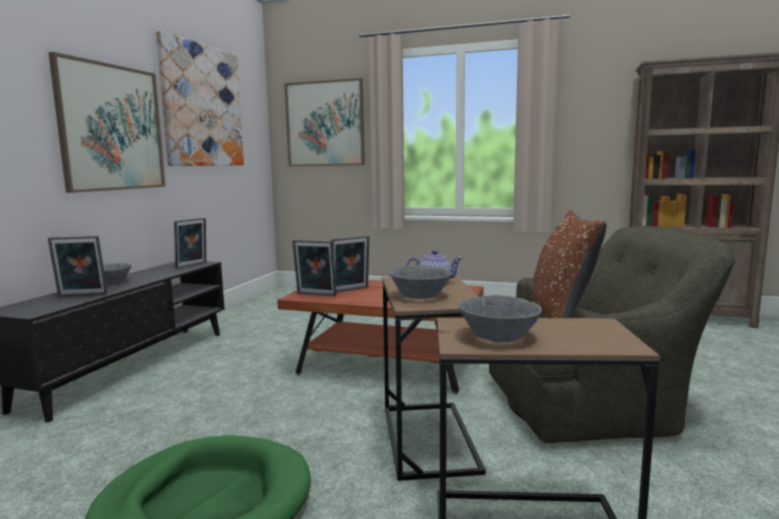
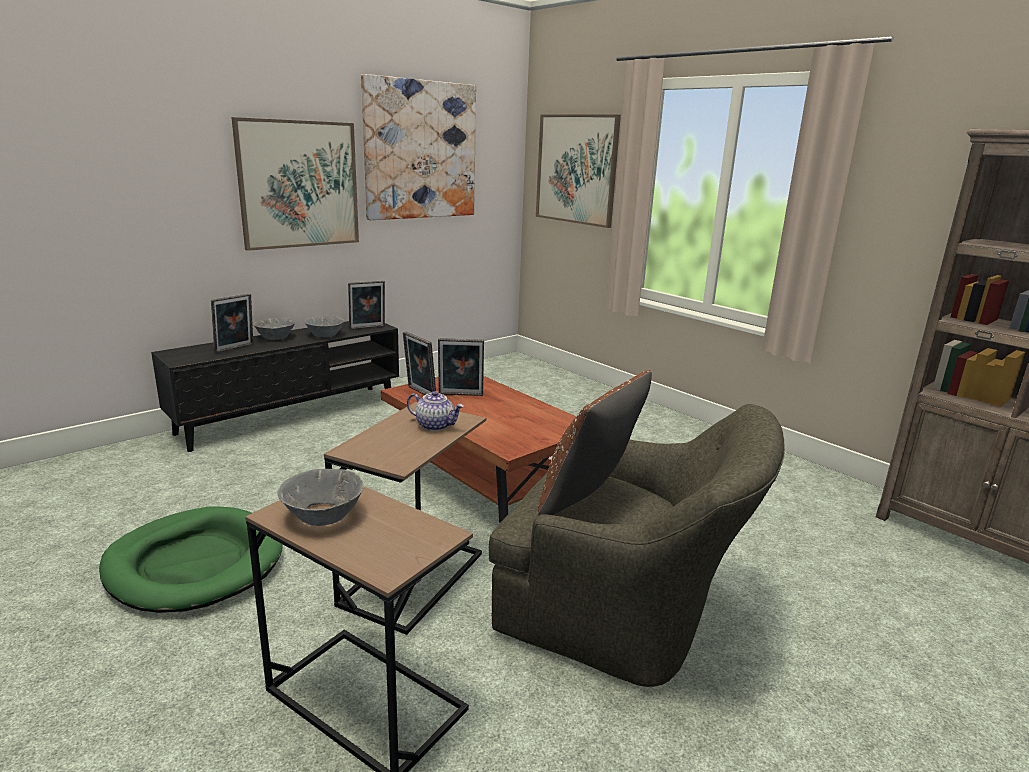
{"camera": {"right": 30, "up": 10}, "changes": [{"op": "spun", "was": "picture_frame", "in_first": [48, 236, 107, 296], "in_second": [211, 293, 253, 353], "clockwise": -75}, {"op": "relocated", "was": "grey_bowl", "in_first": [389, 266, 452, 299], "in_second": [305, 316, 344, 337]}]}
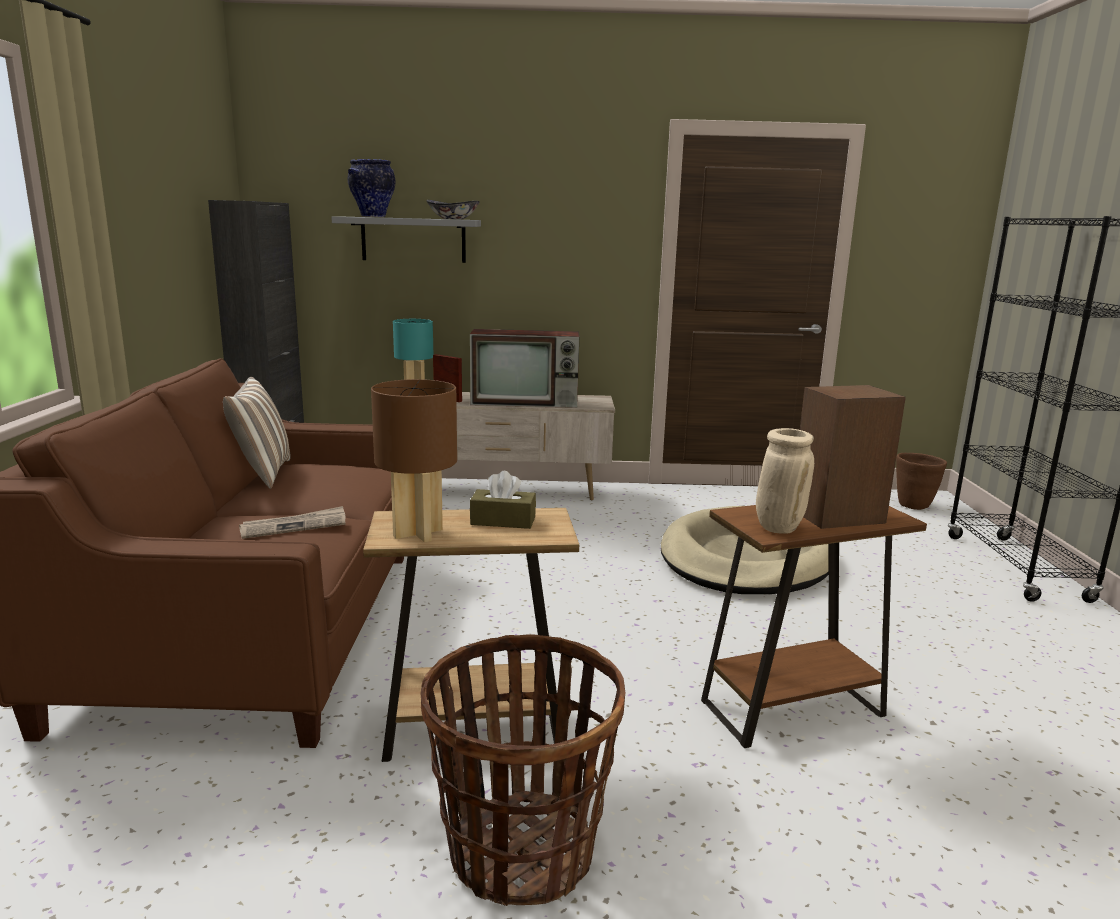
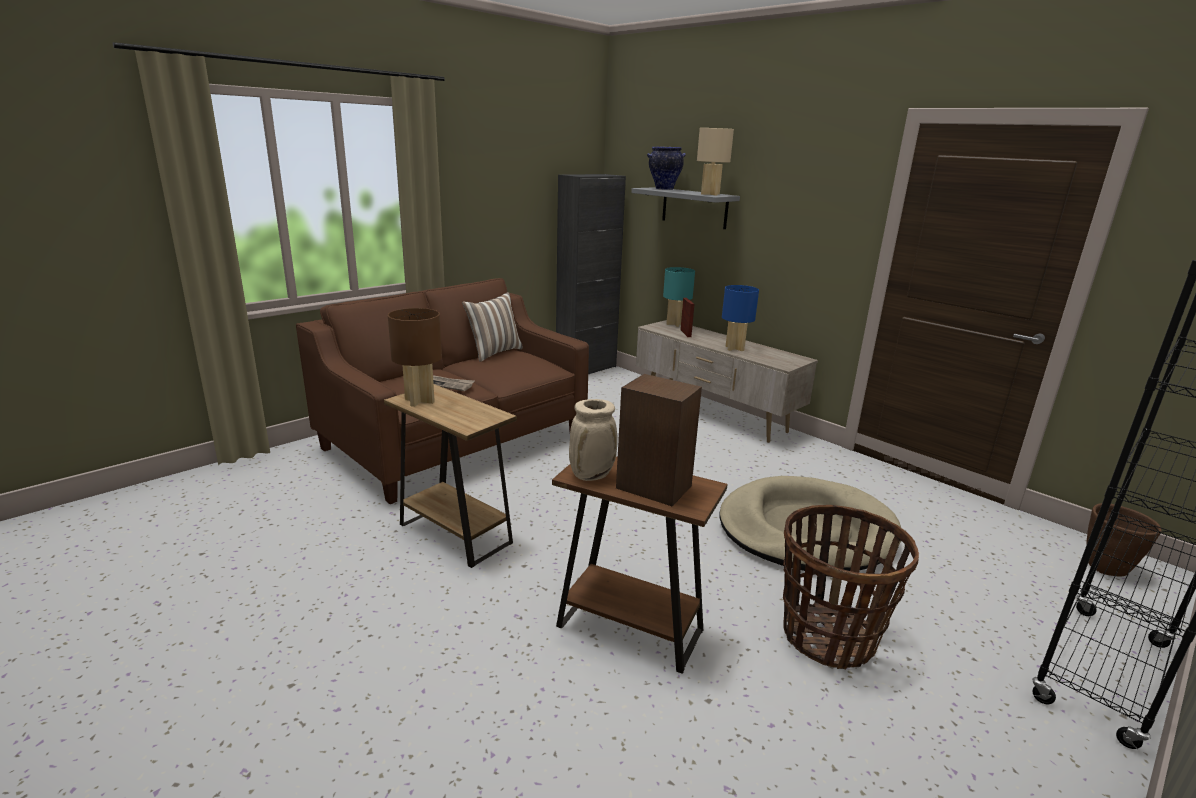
{"camera": {"right": 45, "up": 5}, "changes": [{"op": "exchanged", "was": "bowl", "now": "beige_table_lamp", "in_first": [426, 200, 480, 219], "in_second": [697, 128, 734, 196]}, {"op": "exchanged", "was": "television", "now": "blue_table_lamp", "in_first": [470, 329, 579, 408], "in_second": [722, 285, 759, 351]}, {"op": "missing", "was": "brown_tissue_box", "in_first": [470, 471, 536, 529]}, {"op": "relocated", "was": "basket", "in_first": [420, 634, 625, 906], "in_second": [783, 505, 919, 669]}]}
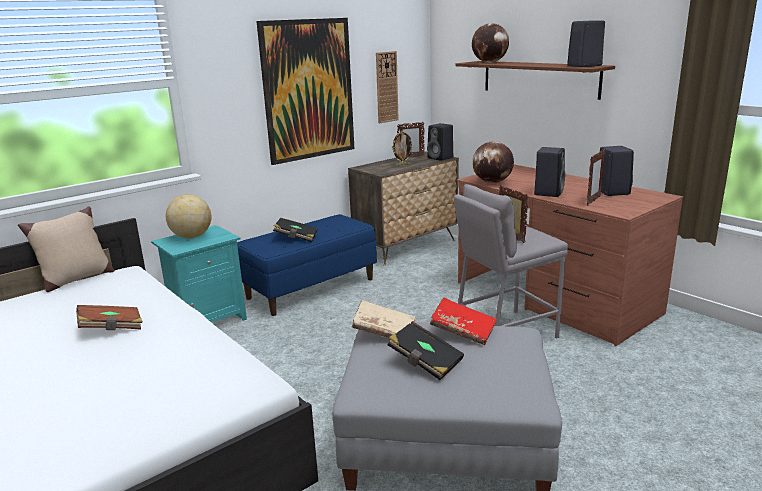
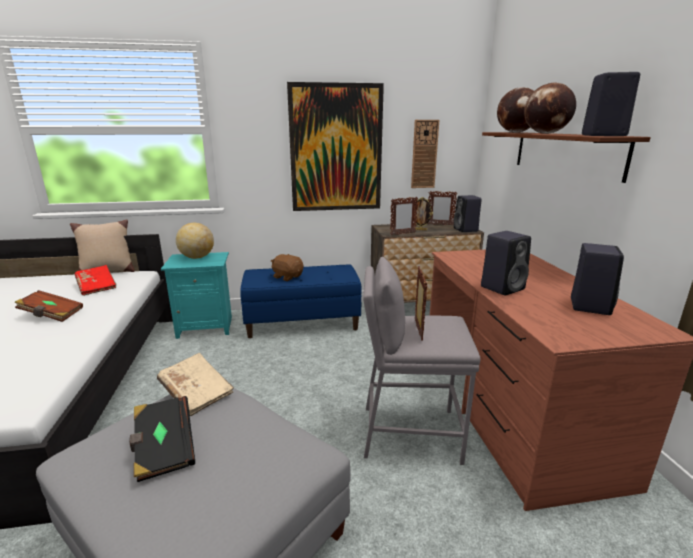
{"camera": {"right": 30, "up": 0}, "changes": [{"op": "relocated", "was": "globe", "in_first": [472, 141, 514, 183], "in_second": [524, 83, 576, 134]}, {"op": "relocated", "was": "picture_frame", "in_first": [587, 149, 605, 205], "in_second": [390, 197, 418, 235]}, {"op": "exchanged", "was": "black_book", "now": "brown_plush_toy", "in_first": [273, 218, 318, 242], "in_second": [271, 254, 303, 281]}, {"op": "relocated", "was": "red_book", "in_first": [430, 298, 497, 345], "in_second": [75, 265, 117, 296]}]}
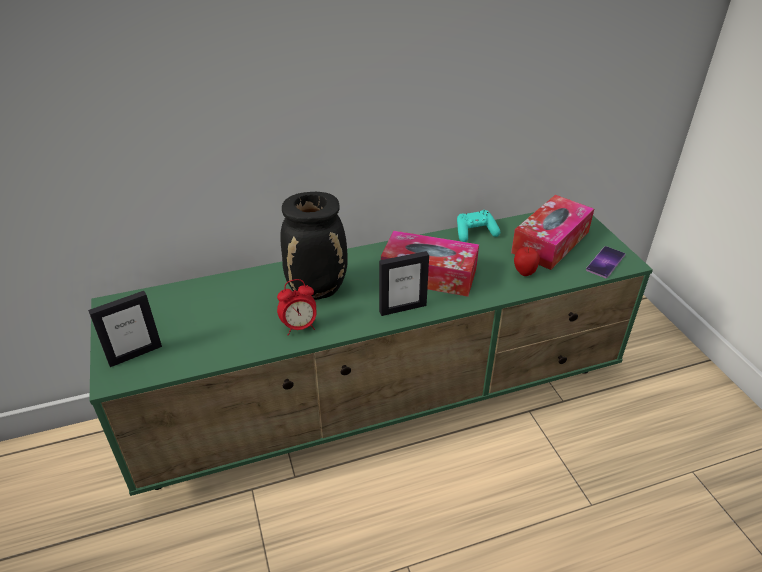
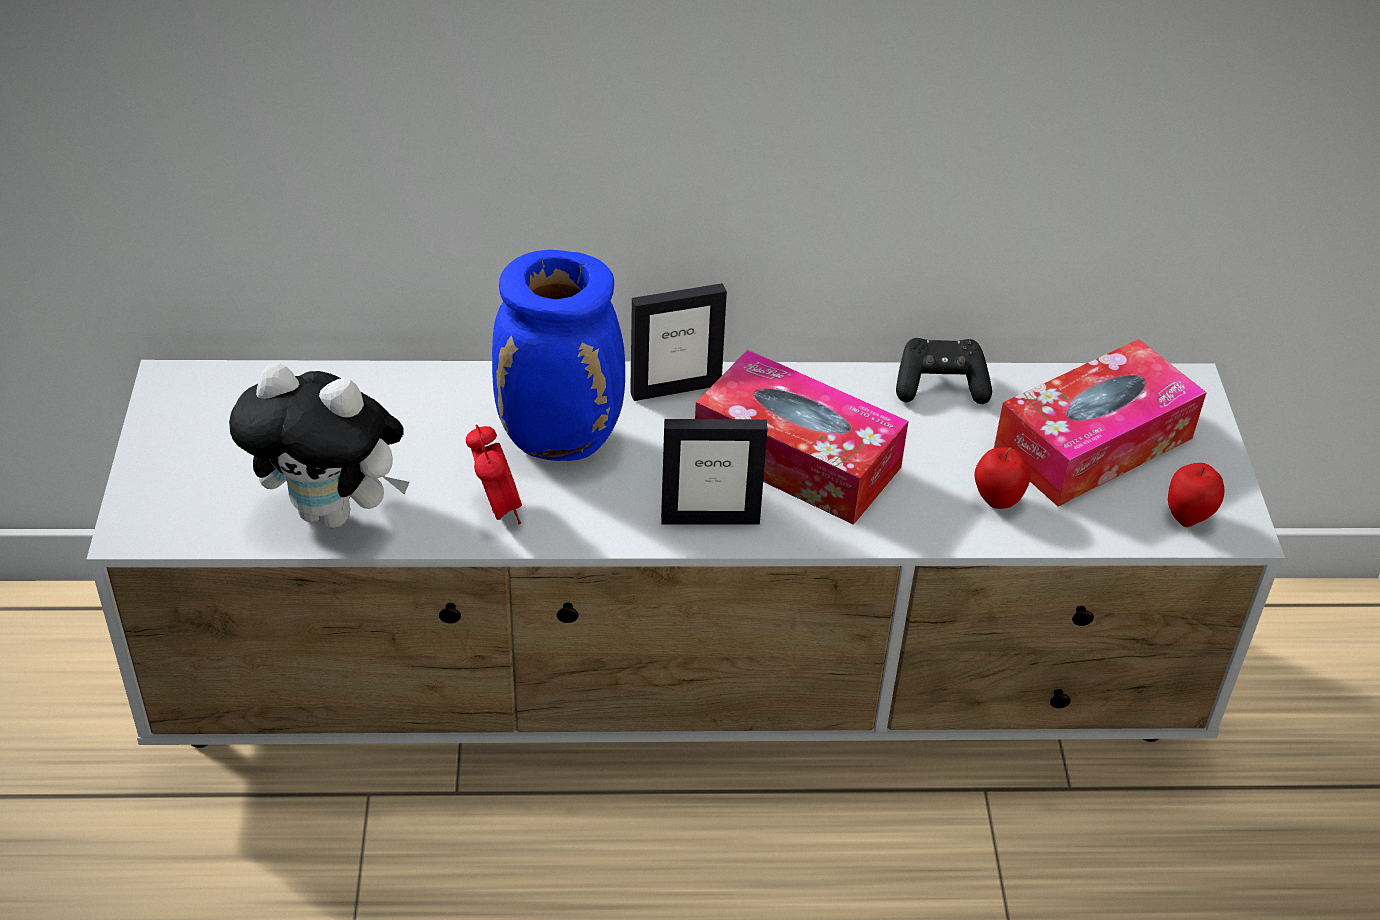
{"camera": {"right": 15, "up": 5}, "changes": [{"op": "colour", "was": "black_vase", "now": "blue_vase", "in_first": [280, 192, 348, 300], "in_second": [492, 250, 625, 461]}, {"op": "colour", "was": "turquoise_game_controller", "now": "black_game_controller", "in_first": [457, 210, 500, 242], "in_second": [896, 338, 992, 404]}, {"op": "colour", "was": "green_tv_stand", "now": "white_tv_stand", "in_first": [89, 212, 653, 496], "in_second": [86, 360, 1285, 748]}, {"op": "exchanged", "was": "phone", "now": "apple", "in_first": [586, 246, 625, 278], "in_second": [1168, 463, 1224, 527]}, {"op": "spun", "was": "alarm_clock", "in_first": [277, 279, 317, 336], "in_second": [466, 424, 522, 524], "clockwise": -105}, {"op": "relocated", "was": "picture_frame", "in_first": [88, 291, 162, 367], "in_second": [630, 283, 727, 401]}, {"op": "appeared", "now": "plush_toy", "in_second": [229, 363, 410, 528]}]}
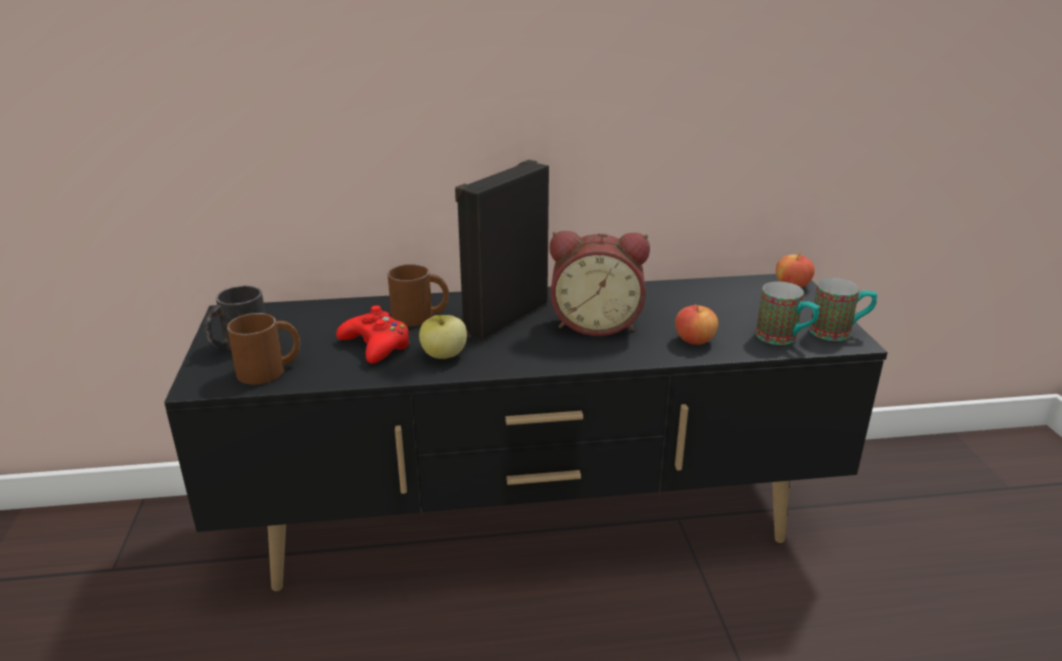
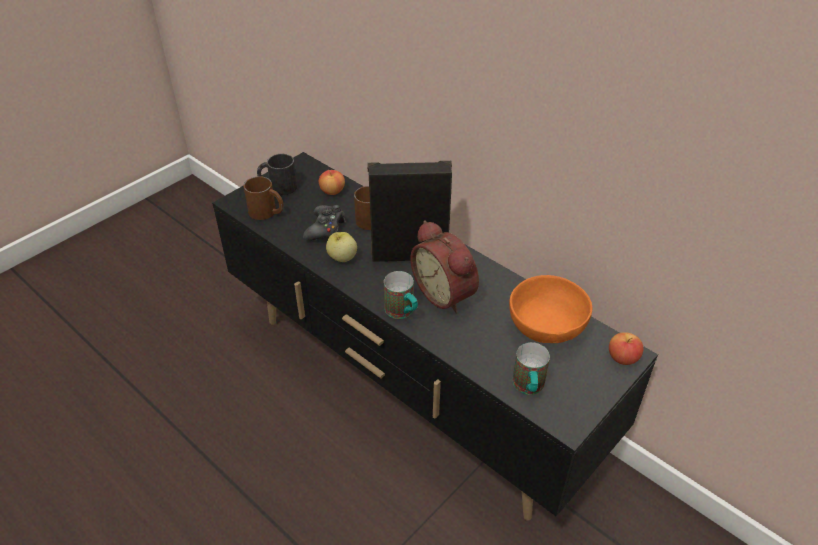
{"camera": {"right": 50, "up": 15}, "changes": [{"op": "relocated", "was": "mug", "in_first": [809, 278, 877, 341], "in_second": [384, 271, 418, 319]}, {"op": "relocated", "was": "apple", "in_first": [675, 304, 718, 345], "in_second": [319, 170, 345, 195]}, {"op": "colour", "was": "red_game_controller", "now": "black_game_controller", "in_first": [336, 305, 410, 364], "in_second": [303, 205, 346, 241]}, {"op": "appeared", "now": "orange_bowl", "in_second": [509, 275, 592, 343]}]}
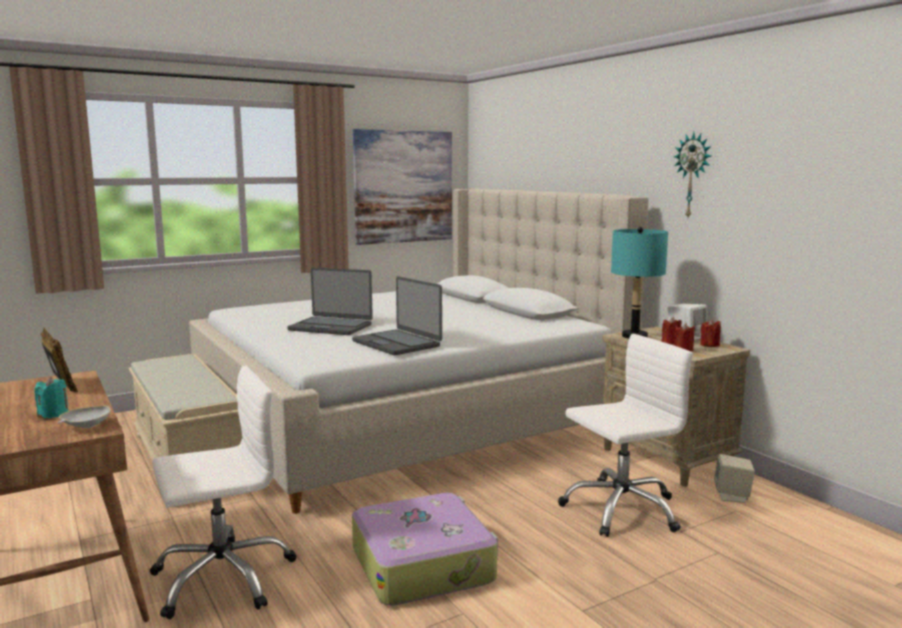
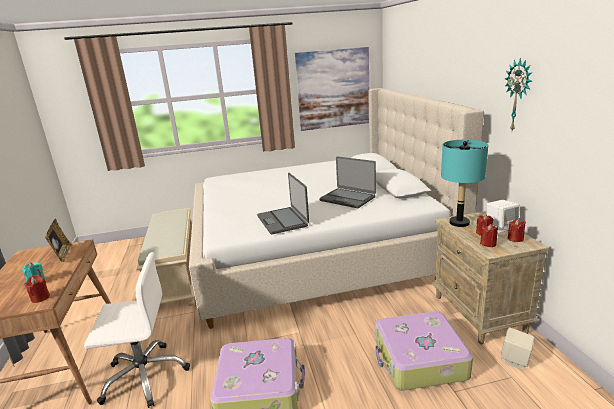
{"camera": {"right": 20, "up": 10}, "changes": [{"op": "relocated", "was": "laptop", "in_first": [287, 267, 373, 335], "in_second": [319, 156, 376, 208]}, {"op": "exchanged", "was": "white_office_chair", "now": "suitcase", "in_first": [558, 334, 693, 537], "in_second": [375, 311, 473, 390]}, {"op": "exchanged", "was": "white_bowl", "now": "red_candle", "in_first": [57, 406, 111, 428], "in_second": [24, 275, 50, 303]}]}
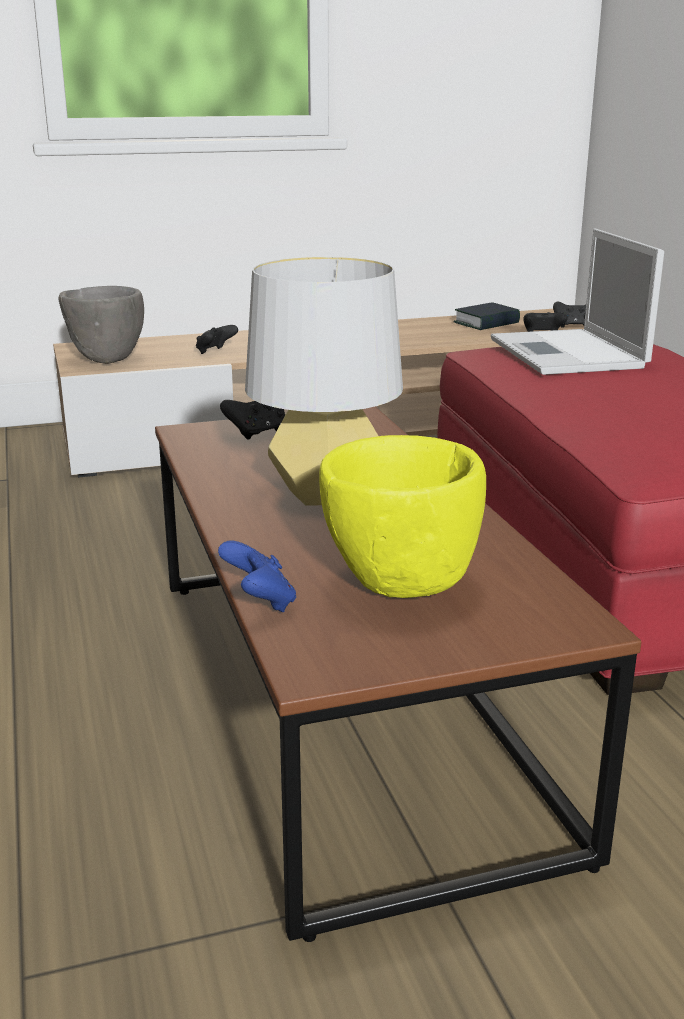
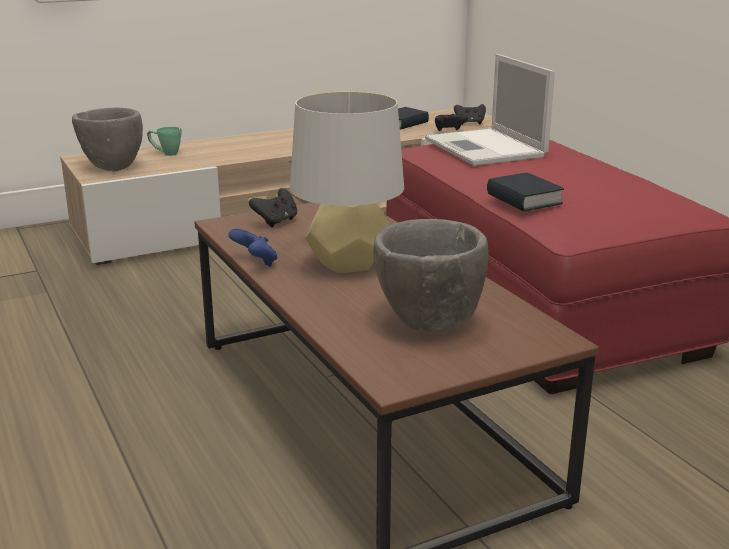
{"camera": {"right": -10, "up": 0}, "changes": [{"op": "missing", "was": "black_game_controller", "in_first": [196, 325, 238, 354]}, {"op": "colour", "was": "yellow_bowl", "now": "grey_bowl", "in_first": [319, 435, 486, 598], "in_second": [374, 219, 488, 332]}, {"op": "relocated", "was": "blue_game_controller", "in_first": [218, 541, 296, 612], "in_second": [228, 228, 278, 266]}, {"op": "appeared", "now": "green_mug", "in_second": [147, 127, 182, 156]}, {"op": "appeared", "now": "book", "in_second": [487, 173, 564, 211]}]}
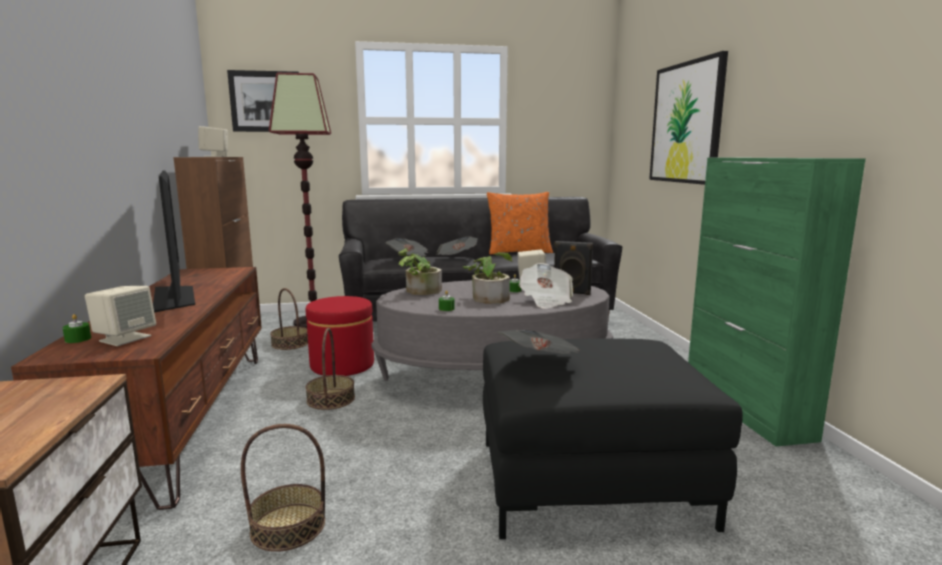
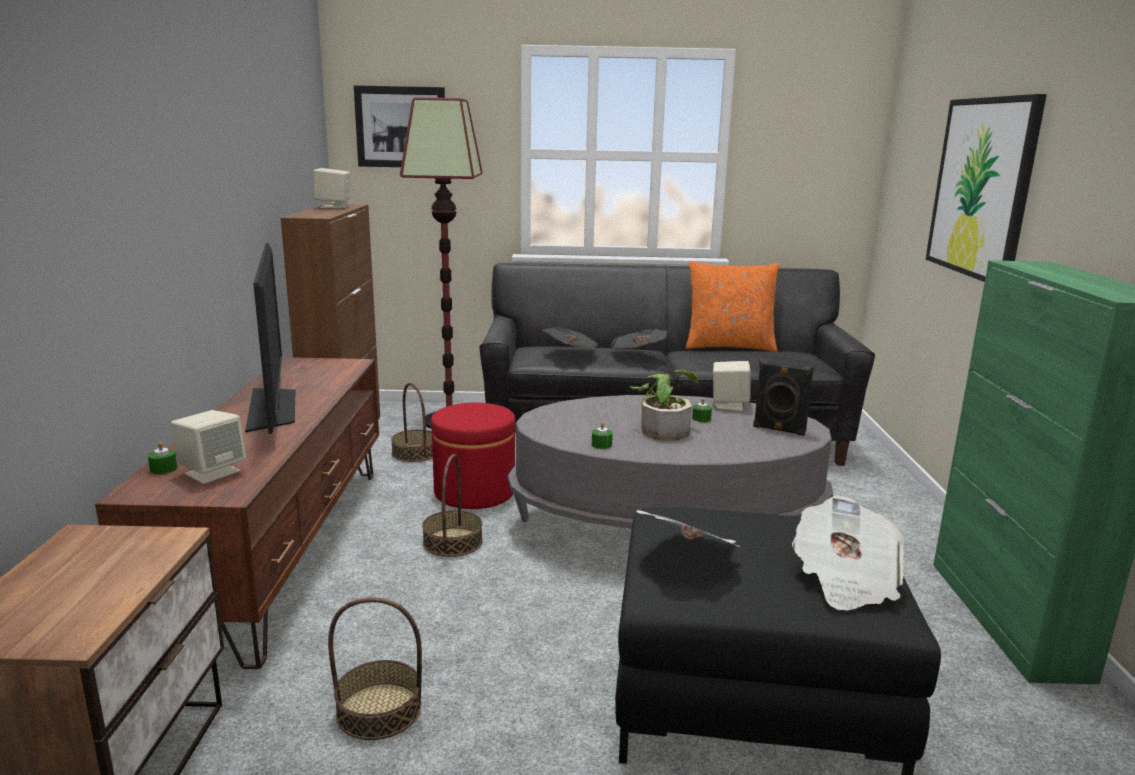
{"camera": {"right": 10, "up": 5}, "changes": [{"op": "missing", "was": "potted_plant", "in_first": [398, 248, 442, 295]}, {"op": "relocated", "was": "newspaper", "in_first": [519, 263, 573, 309], "in_second": [792, 496, 904, 610]}]}
